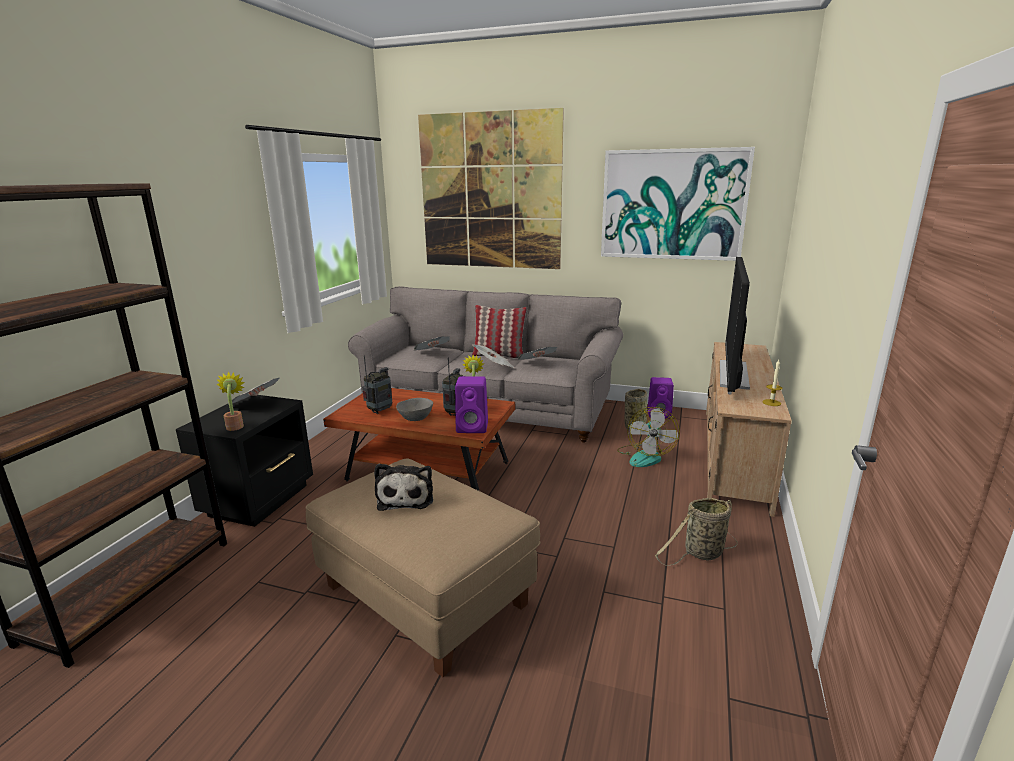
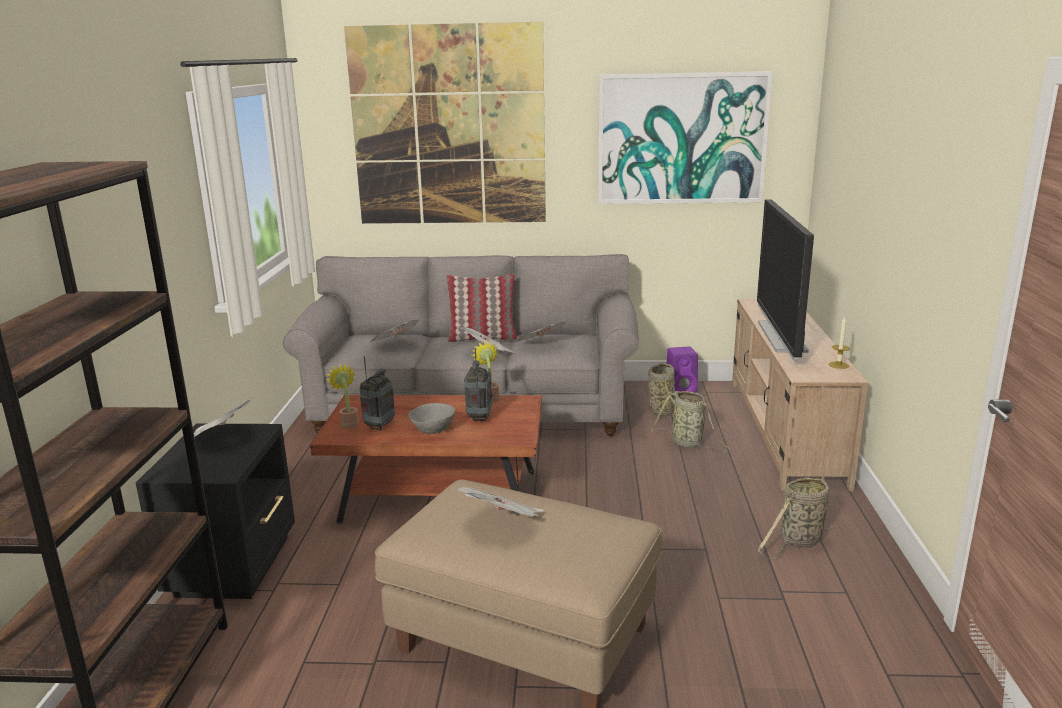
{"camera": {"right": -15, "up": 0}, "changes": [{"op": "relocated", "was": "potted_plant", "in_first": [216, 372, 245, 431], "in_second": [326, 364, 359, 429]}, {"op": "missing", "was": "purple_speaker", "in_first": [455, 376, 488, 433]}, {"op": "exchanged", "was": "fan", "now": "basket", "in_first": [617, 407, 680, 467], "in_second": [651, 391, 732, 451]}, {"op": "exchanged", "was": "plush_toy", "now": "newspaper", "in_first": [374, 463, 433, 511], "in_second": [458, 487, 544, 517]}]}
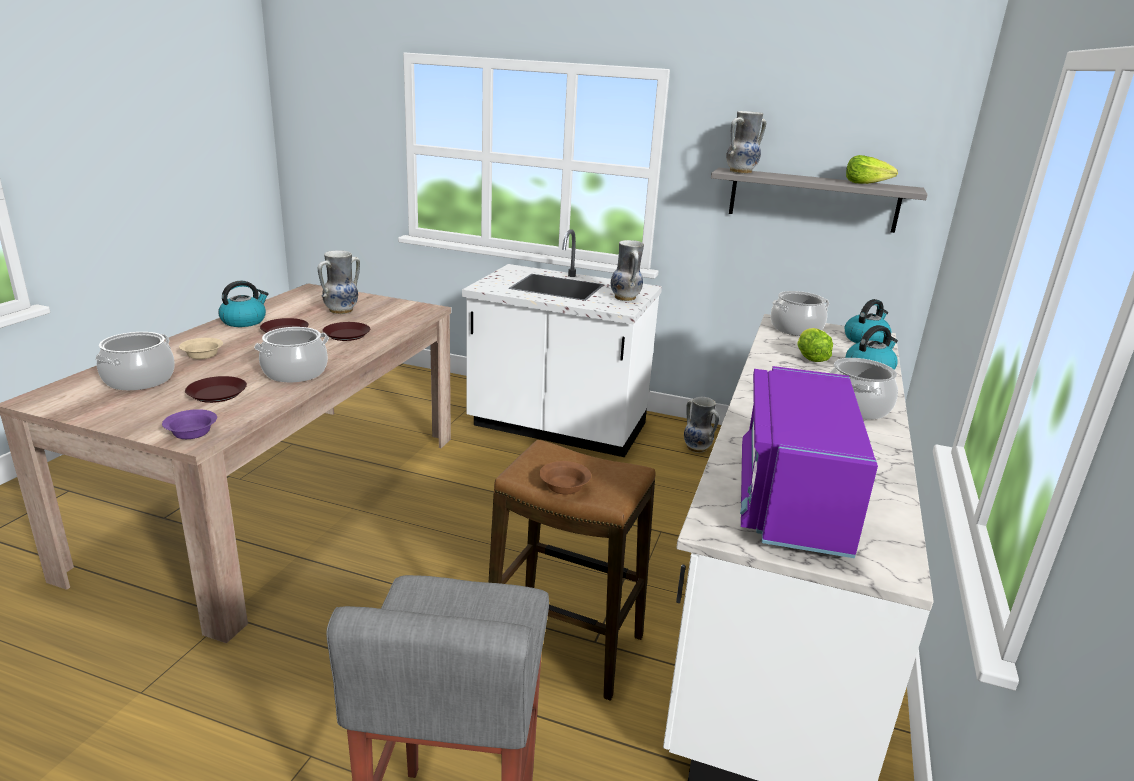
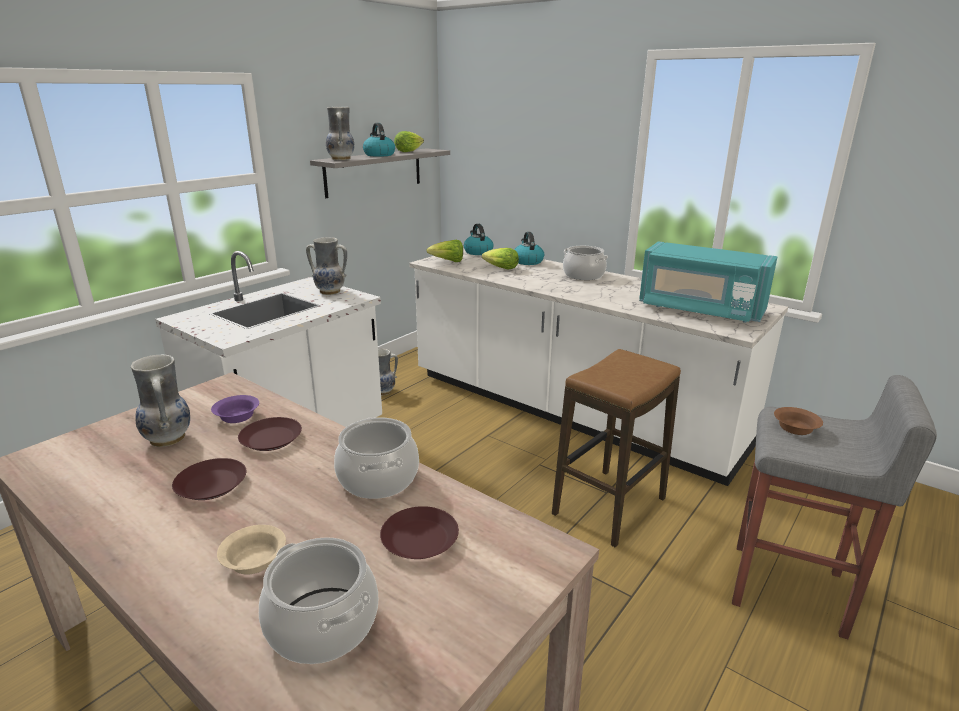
{"camera": {"right": -70, "up": 0}, "changes": [{"op": "relocated", "was": "kettle", "in_first": [218, 281, 269, 327], "in_second": [363, 123, 395, 157]}, {"op": "exchanged", "was": "cooking_pot", "now": "lettuce", "in_first": [771, 291, 829, 336], "in_second": [426, 240, 463, 262]}, {"op": "colour", "was": "purple_microwave", "now": "turquoise_microwave", "in_first": [740, 366, 878, 558], "in_second": [639, 241, 777, 323]}, {"op": "relocated", "was": "purple_bowl", "in_first": [162, 409, 217, 439], "in_second": [211, 395, 259, 423]}, {"op": "relocated", "was": "brown_bowl", "in_first": [539, 461, 591, 494], "in_second": [774, 407, 823, 435]}]}
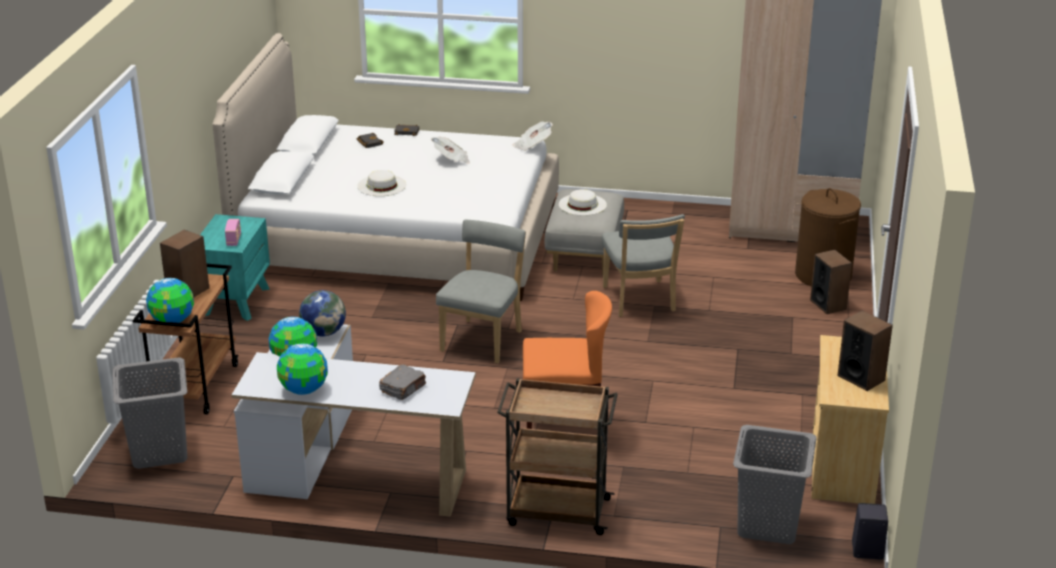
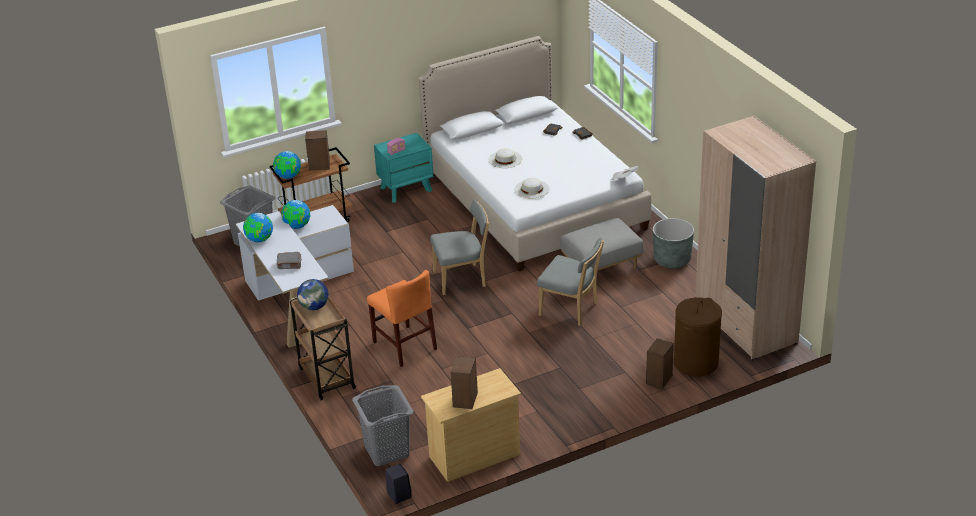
{"camera": {"right": 55, "up": 5}, "changes": [{"op": "missing", "was": "newspaper", "in_first": [431, 137, 470, 164]}, {"op": "relocated", "was": "white_hat", "in_first": [559, 189, 607, 215], "in_second": [515, 178, 550, 198]}, {"op": "spun", "was": "grey_chair", "in_first": [602, 214, 685, 317], "in_second": [537, 237, 604, 326], "clockwise": -105}, {"op": "relocated", "was": "globe", "in_first": [299, 290, 346, 336], "in_second": [297, 279, 329, 310]}, {"op": "appeared", "now": "grey_planter", "in_second": [653, 218, 694, 268]}]}
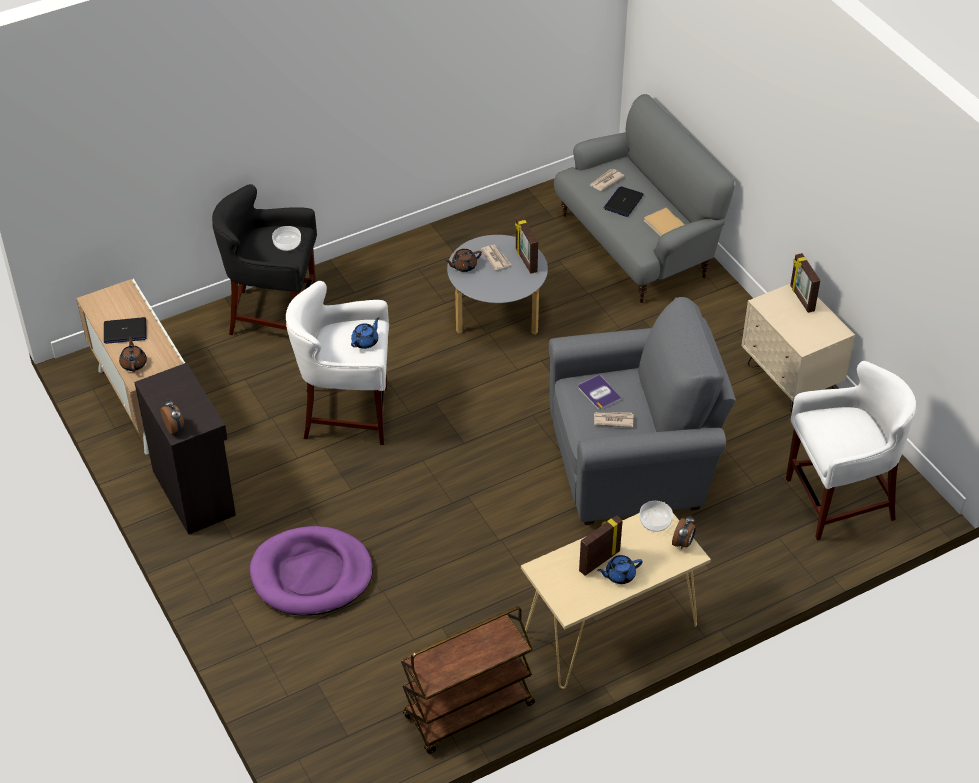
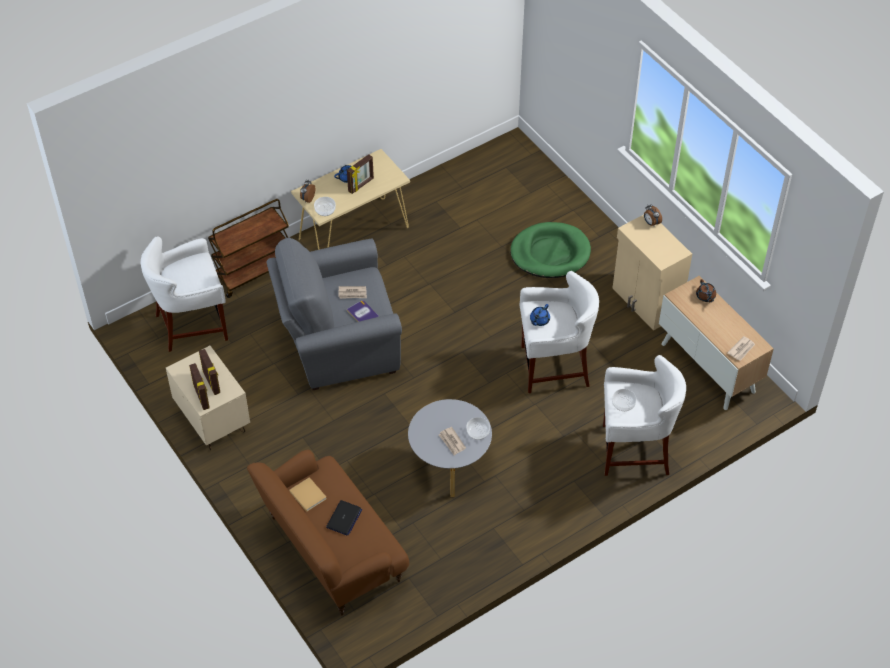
{"camera": {"right": 175, "up": 5}, "changes": [{"op": "colour", "was": "grey_sofa", "now": "brown_sofa", "in_first": [554, 94, 735, 303], "in_second": [247, 450, 409, 615]}, {"op": "relocated", "was": "newspaper", "in_first": [589, 169, 624, 191], "in_second": [727, 336, 755, 361]}, {"op": "colour", "was": "black_stool", "now": "white_stool", "in_first": [212, 184, 317, 335], "in_second": [603, 355, 686, 476]}, {"op": "relocated", "was": "picture_frame", "in_first": [515, 217, 538, 274], "in_second": [199, 349, 220, 395]}, {"op": "exchanged", "was": "brown_teapot", "now": "bowl", "in_first": [445, 249, 482, 272], "in_second": [466, 417, 490, 440]}, {"op": "missing", "was": "laptop", "in_first": [104, 317, 147, 344]}, {"op": "colour", "was": "black_cabinet", "now": "beige_cabinet", "in_first": [134, 363, 236, 535], "in_second": [613, 215, 692, 331]}, {"op": "colour", "was": "purple_dog_bed", "now": "green_dog_bed", "in_first": [250, 526, 373, 615], "in_second": [510, 222, 591, 278]}, {"op": "relocated", "was": "brown_cart", "in_first": [401, 606, 535, 754], "in_second": [208, 199, 289, 298]}]}
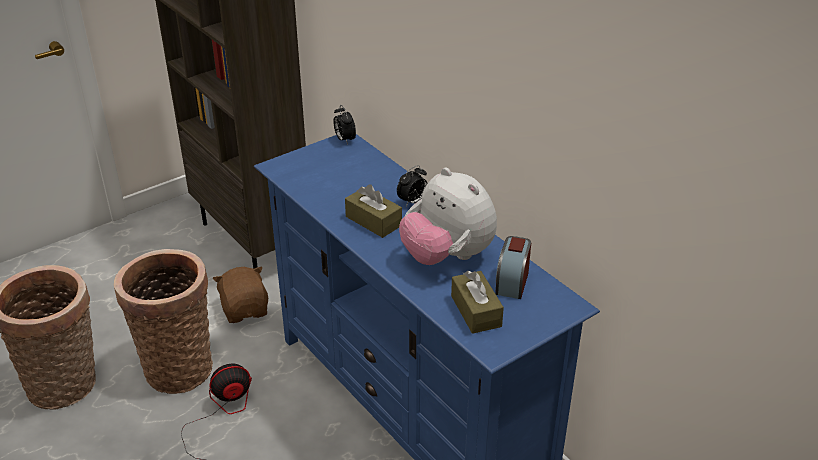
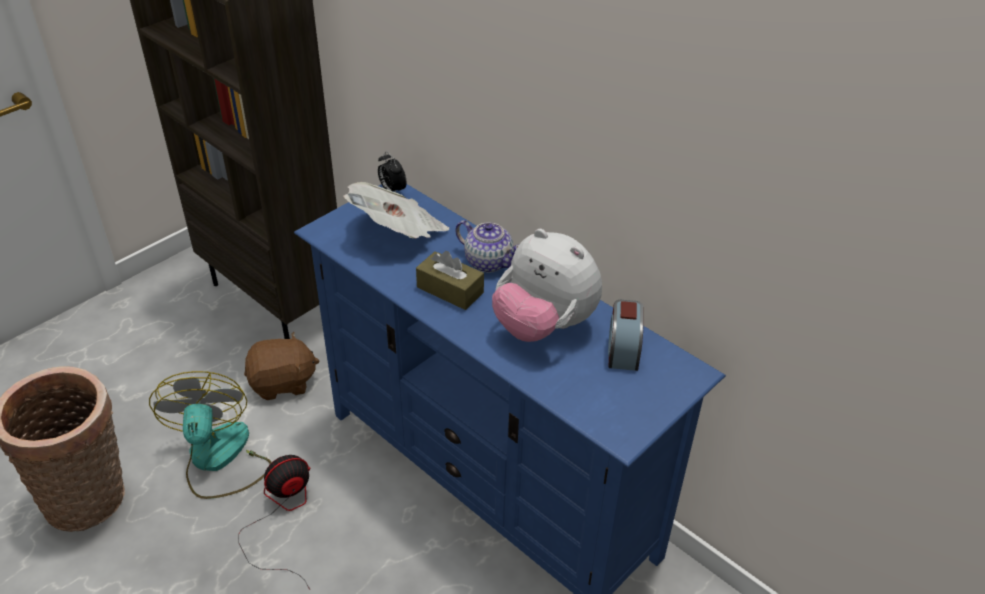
{"camera": {"right": -10, "up": 5}, "changes": [{"op": "exchanged", "was": "alarm_clock", "now": "teapot", "in_first": [397, 165, 428, 206], "in_second": [455, 220, 519, 273]}, {"op": "exchanged", "was": "basket", "now": "fan", "in_first": [114, 249, 213, 394], "in_second": [149, 371, 272, 499]}, {"op": "spun", "was": "brown_plush_toy", "in_first": [213, 266, 268, 323], "in_second": [244, 332, 320, 400], "clockwise": 105}, {"op": "missing", "was": "brown_tissue_box", "in_first": [451, 271, 504, 334]}, {"op": "appeared", "now": "newspaper", "in_second": [343, 182, 449, 239]}]}
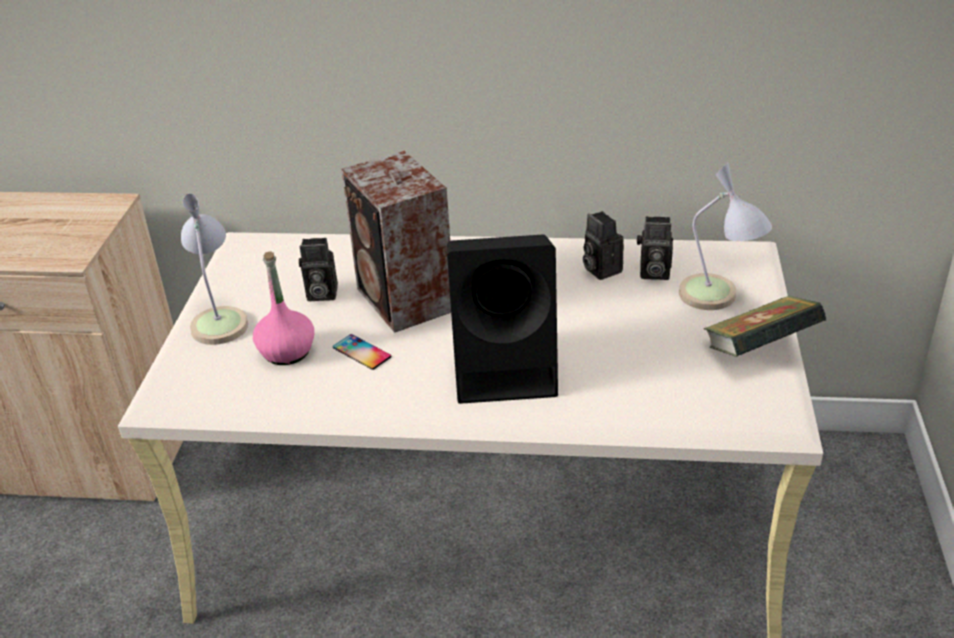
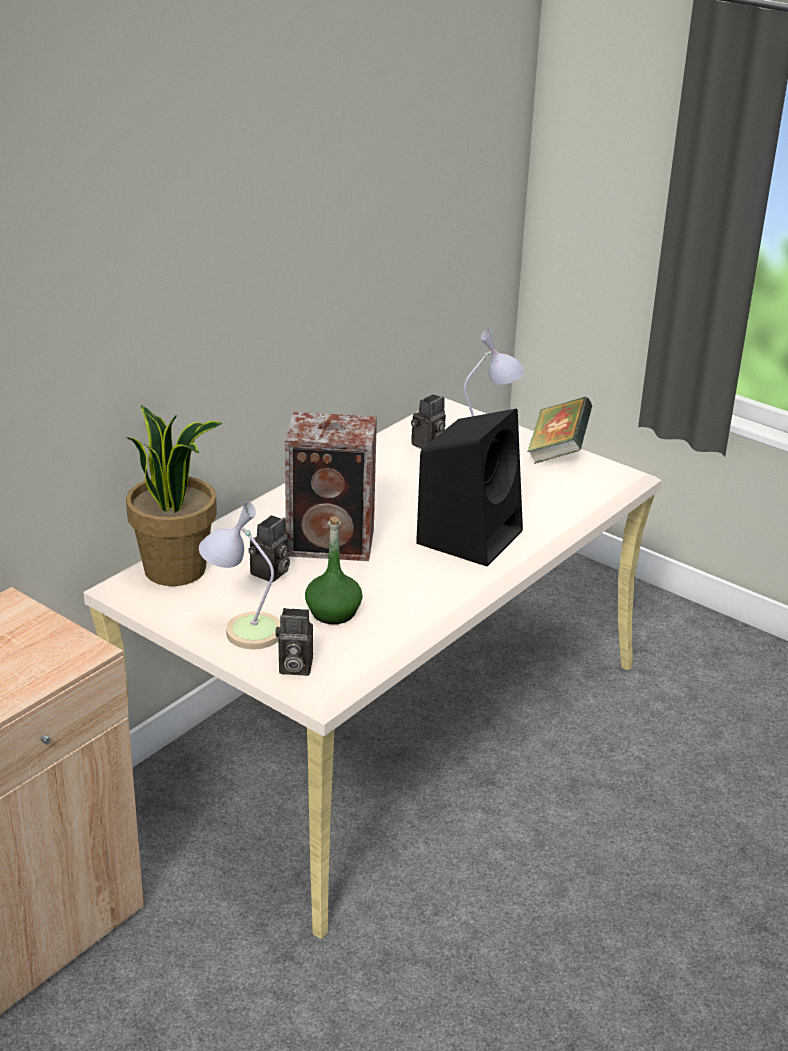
{"camera": {"right": -60, "up": -5}, "changes": [{"op": "relocated", "was": "photo_camera", "in_first": [583, 211, 624, 280], "in_second": [276, 608, 313, 676]}, {"op": "colour", "was": "pink_bottle", "now": "green_bottle", "in_first": [253, 251, 314, 365], "in_second": [305, 516, 363, 624]}, {"op": "missing", "was": "phone", "in_first": [333, 334, 391, 370]}, {"op": "appeared", "now": "potted_plant", "in_second": [126, 405, 222, 586]}]}
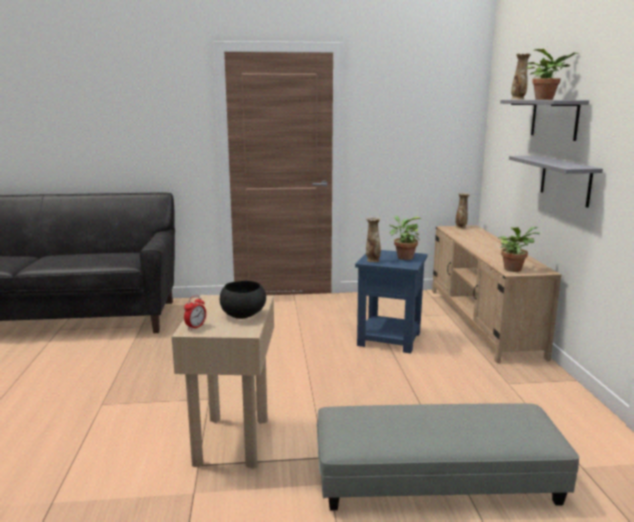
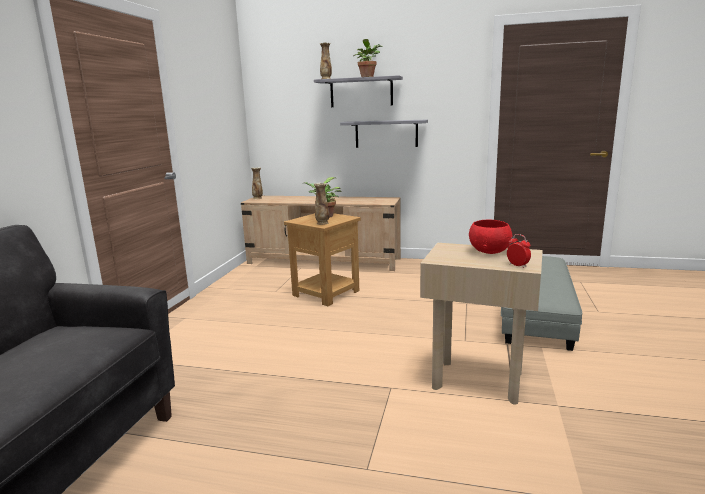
{"camera": {"right": -70, "up": 0}, "changes": [{"op": "missing", "was": "potted_plant", "in_first": [498, 226, 540, 272]}, {"op": "colour", "was": "blue_side_table", "now": "brown_side_table", "in_first": [355, 250, 428, 354], "in_second": [284, 213, 361, 306]}, {"op": "colour", "was": "black_bowl", "now": "red_bowl", "in_first": [220, 281, 266, 319], "in_second": [469, 220, 512, 254]}]}
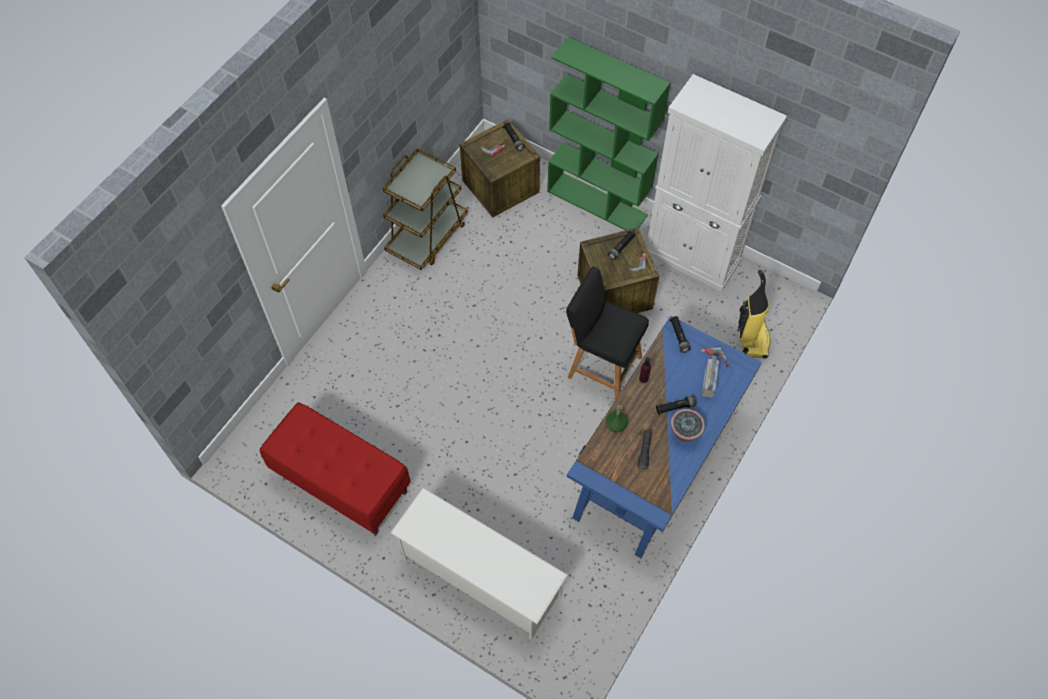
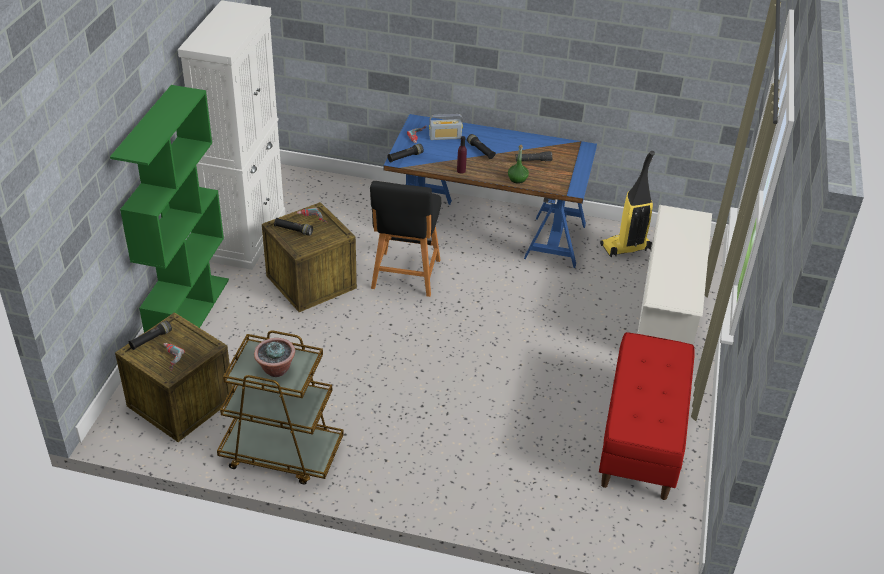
{"camera": {"right": -110, "up": -20}, "changes": [{"op": "relocated", "was": "vacuum_cleaner", "in_first": [737, 270, 770, 359], "in_second": [600, 151, 655, 257]}, {"op": "relocated", "was": "potted_plant", "in_first": [670, 409, 705, 442], "in_second": [254, 338, 295, 377]}]}
